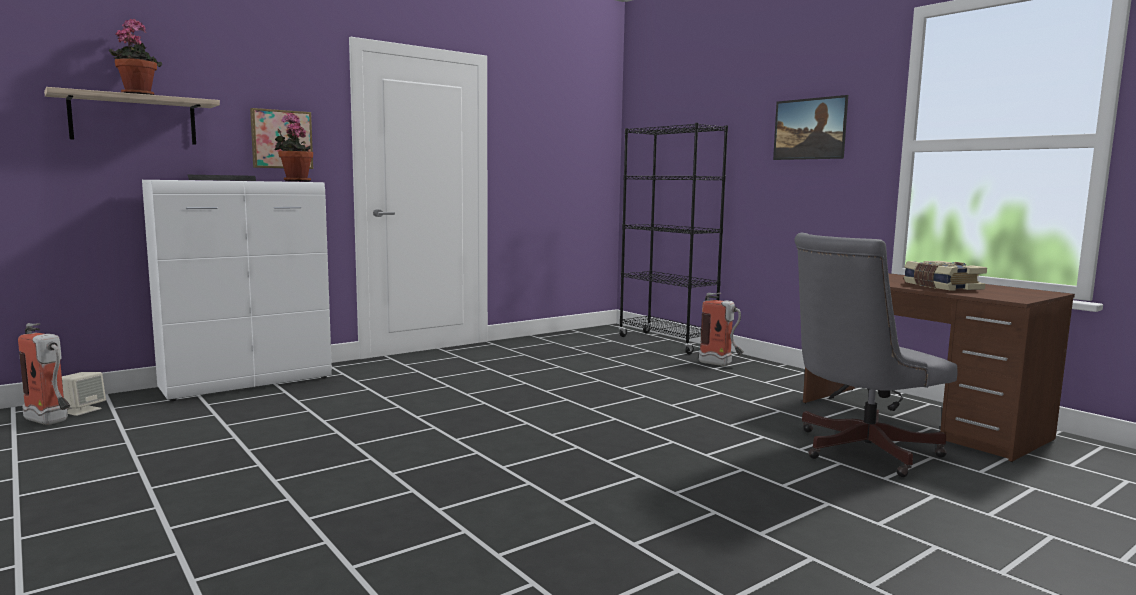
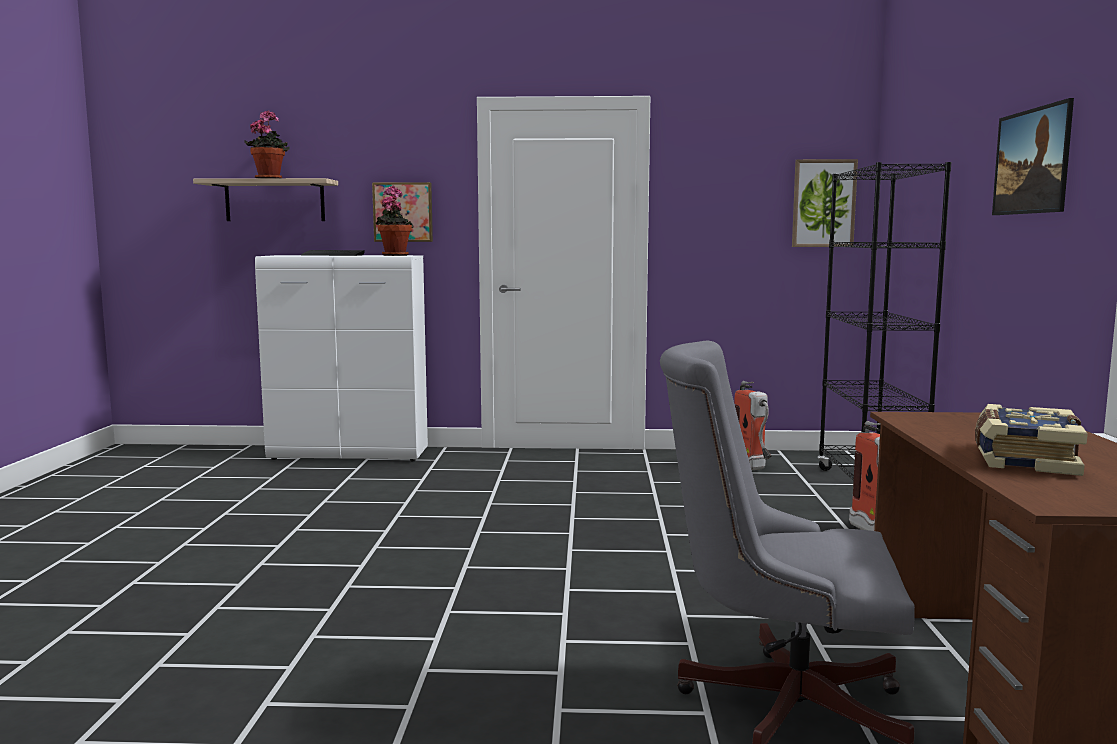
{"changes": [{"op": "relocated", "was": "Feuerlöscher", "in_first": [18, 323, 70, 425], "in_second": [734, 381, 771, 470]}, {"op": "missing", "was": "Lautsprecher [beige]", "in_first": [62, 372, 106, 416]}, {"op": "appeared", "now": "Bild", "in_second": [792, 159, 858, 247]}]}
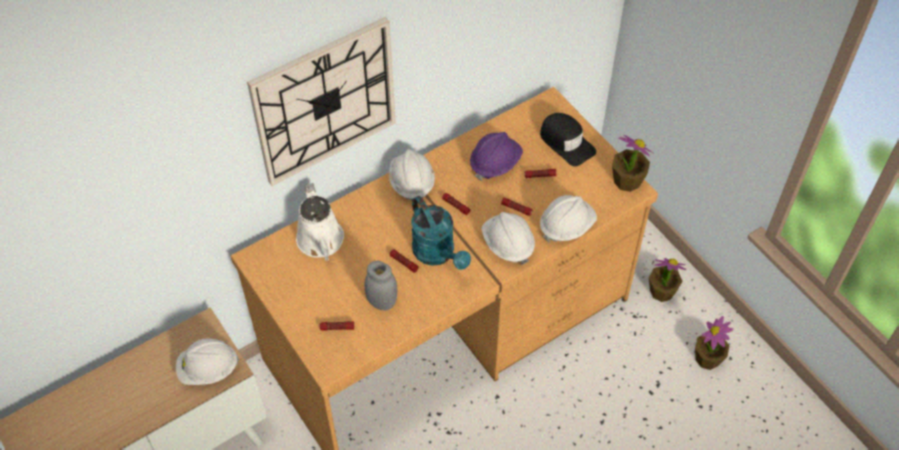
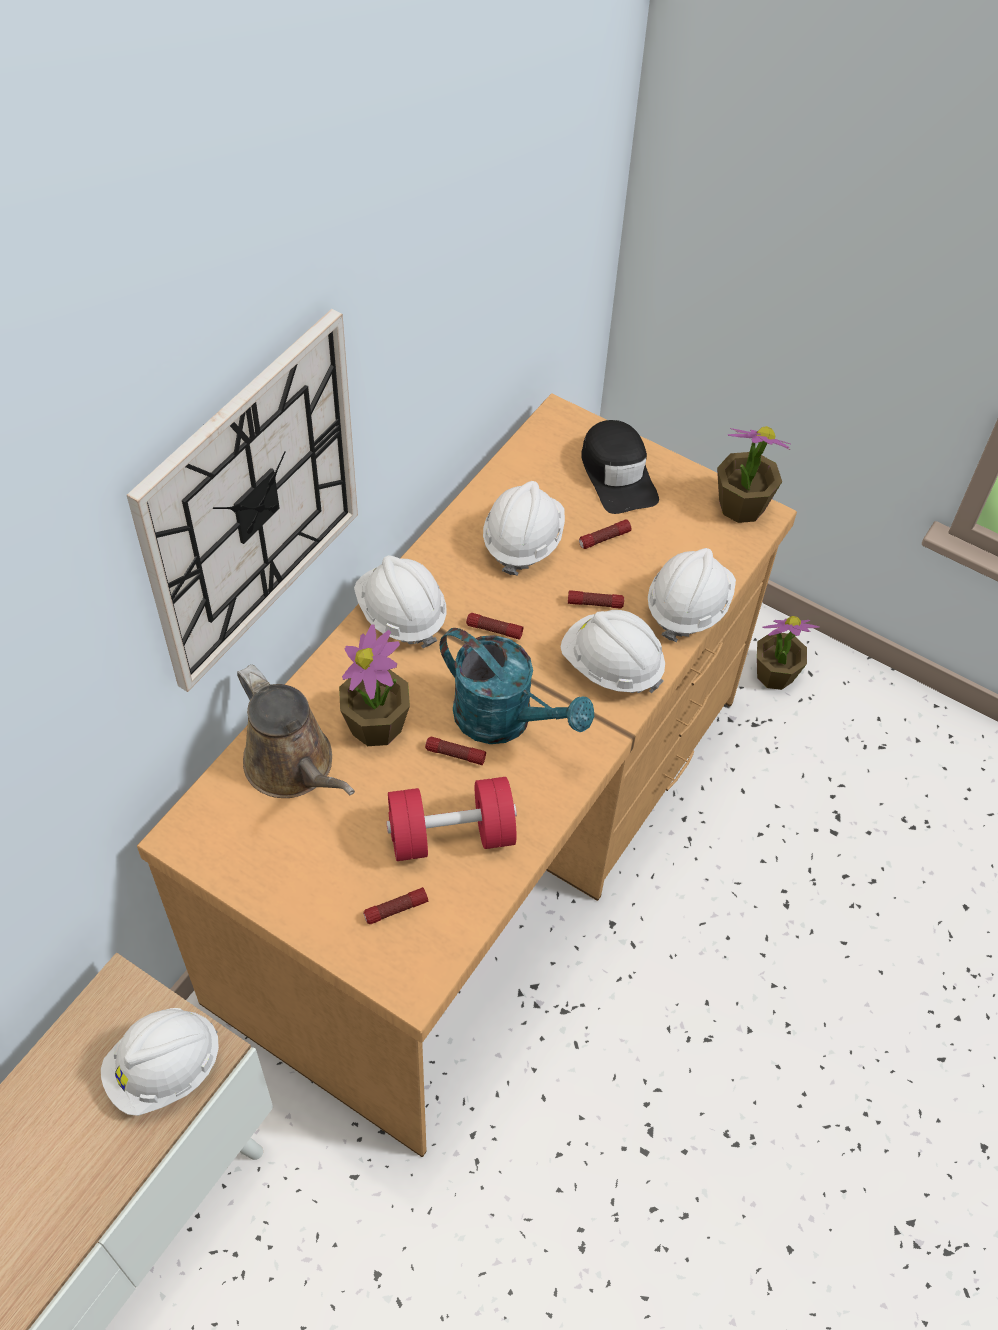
{"changes": [{"op": "spun", "was": "Kappe [schwarz]", "in_first": [540, 113, 596, 167], "in_second": [581, 420, 659, 514], "clockwise": 45}, {"op": "colour", "was": "Schutzhelm [lila]", "now": "Schutzhelm [weiß]", "in_first": [470, 132, 523, 181], "in_second": [483, 481, 565, 576]}, {"op": "colour", "was": "Gießkanne [weiß]", "now": "Gießkanne [braun]", "in_first": [296, 183, 344, 261], "in_second": [237, 664, 355, 798]}, {"op": "exchanged", "was": "Vorratsglas [grau]", "now": "Hantel [rot]", "in_first": [365, 261, 398, 310], "in_second": [386, 777, 517, 861]}, {"op": "relocated", "was": "Topfpflanze", "in_first": [695, 316, 733, 370], "in_second": [339, 624, 410, 746]}]}
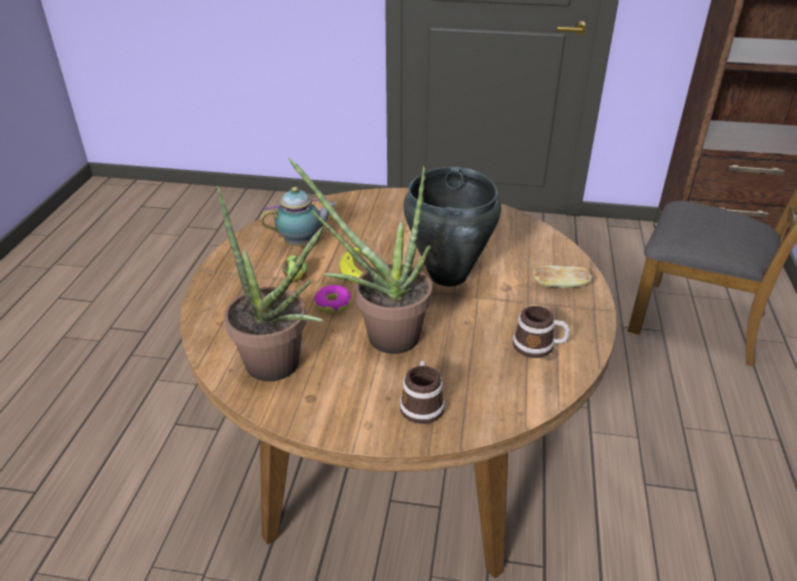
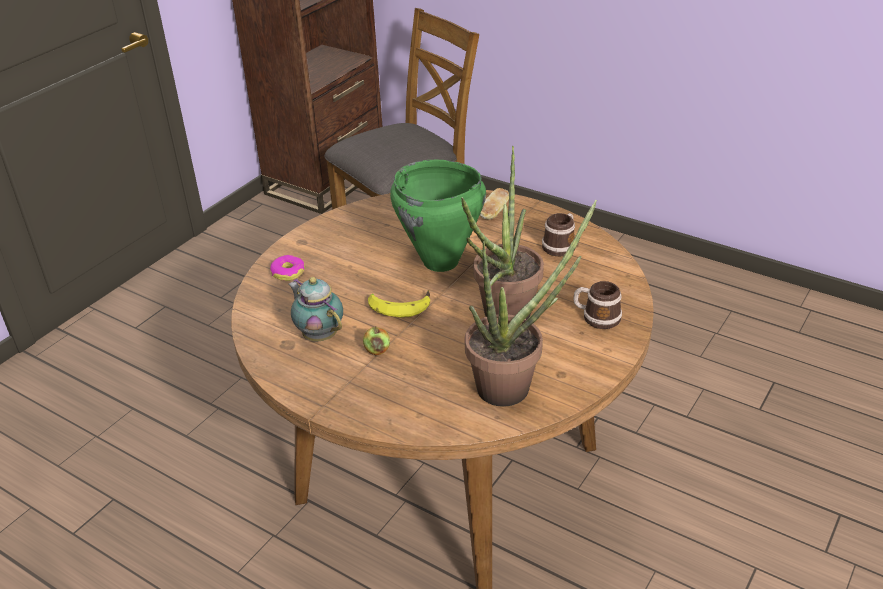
{"changes": [{"op": "colour", "was": "Kochtopf [schwarz]", "now": "Kochtopf [grün]", "in_first": [403, 167, 501, 287], "in_second": [390, 160, 486, 272]}, {"op": "spun", "was": "Teekanne", "in_first": [260, 187, 336, 246], "in_second": [288, 277, 343, 341], "clockwise": -45}, {"op": "relocated", "was": "Donut", "in_first": [314, 285, 351, 313], "in_second": [270, 255, 305, 281]}]}
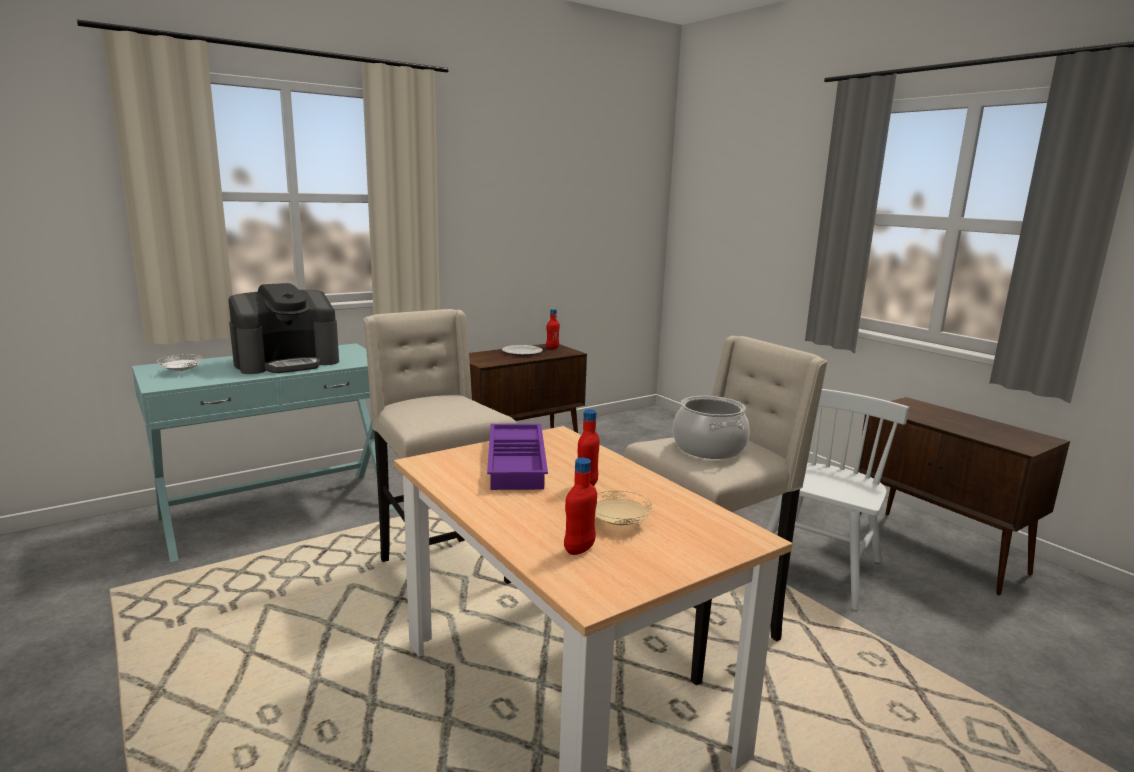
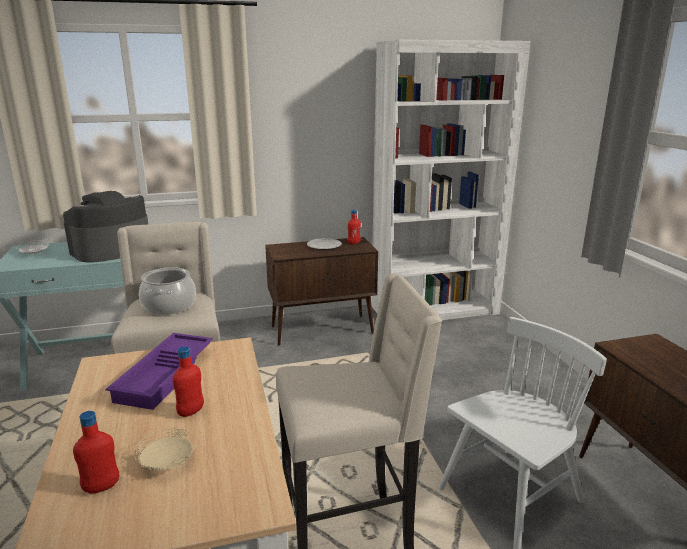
{"changes": [{"op": "spun", "was": "Kaffeemaschine", "in_first": [229, 283, 339, 374], "in_second": [63, 191, 148, 262], "clockwise": 150}, {"op": "relocated", "was": "Kochtopf", "in_first": [673, 396, 749, 459], "in_second": [139, 267, 196, 315]}, {"op": "appeared", "now": "Bücherregal [weiß]", "in_second": [371, 39, 531, 320]}]}
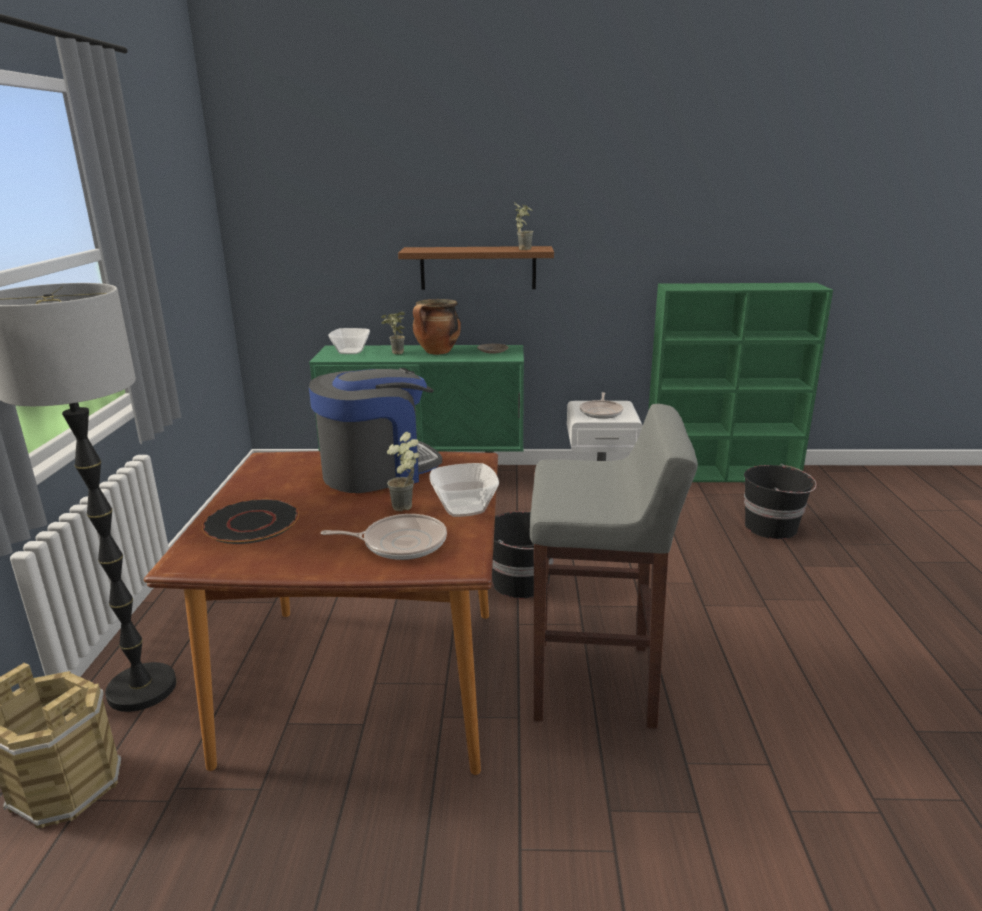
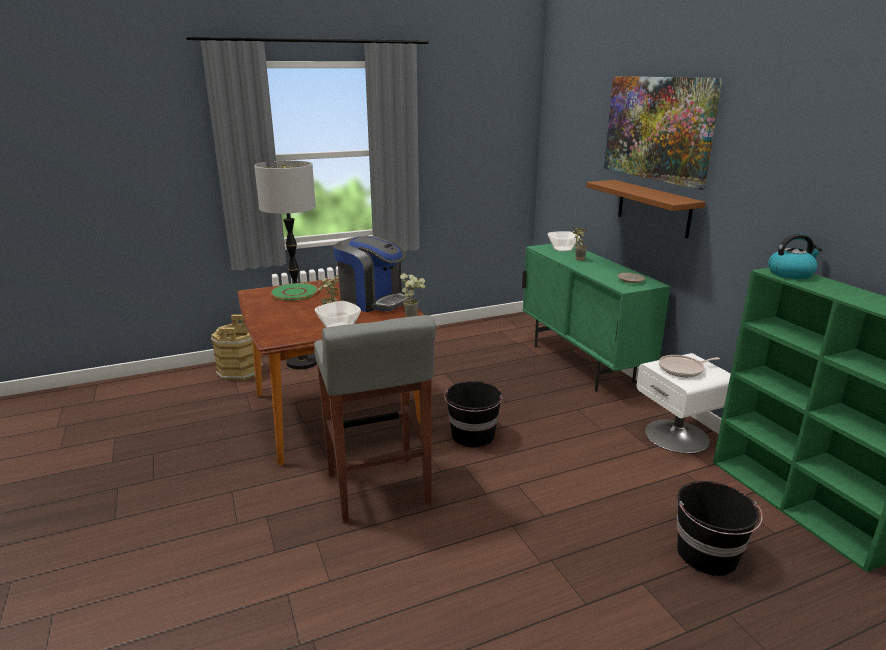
{"changes": [{"op": "relocated", "was": "Topfpflanze", "in_first": [514, 202, 533, 250], "in_second": [400, 273, 425, 317]}, {"op": "missing", "was": "Kochtopf", "in_first": [413, 299, 461, 355]}, {"op": "colour", "was": "Teller [schwarz]", "now": "Teller [grün]", "in_first": [202, 499, 299, 544], "in_second": [270, 283, 318, 300]}, {"op": "missing", "was": "Pfanne", "in_first": [321, 514, 447, 560]}, {"op": "appeared", "now": "Bild", "in_second": [604, 76, 723, 190]}, {"op": "appeared", "now": "Wasserkessel", "in_second": [768, 234, 822, 279]}]}
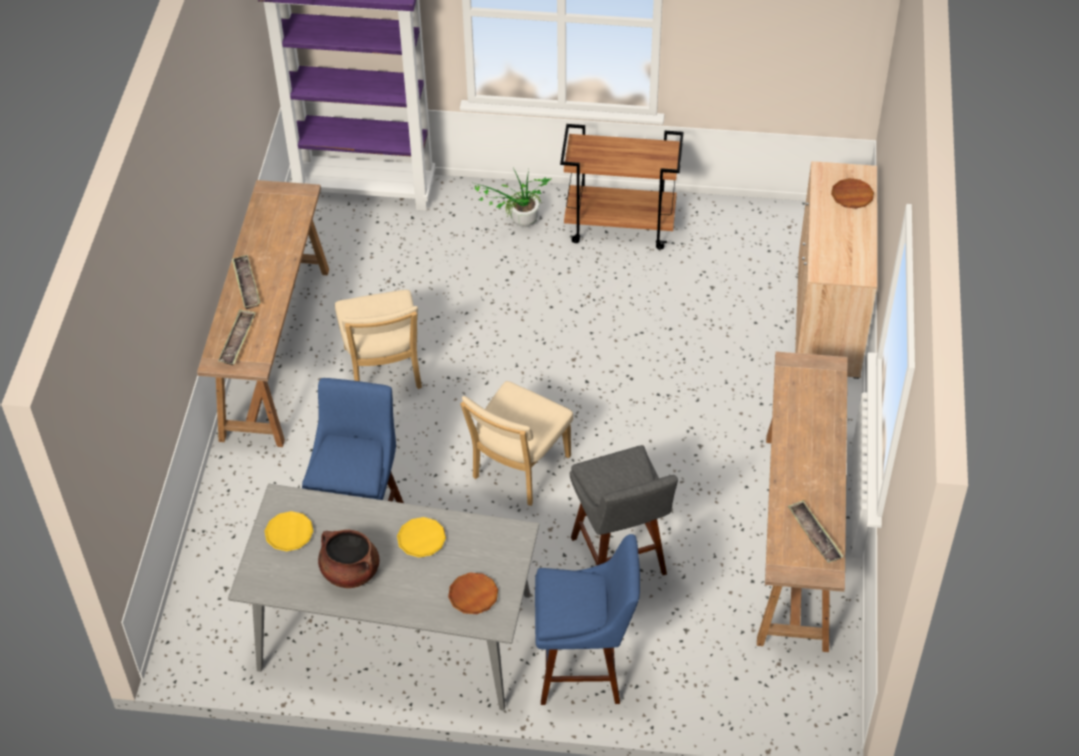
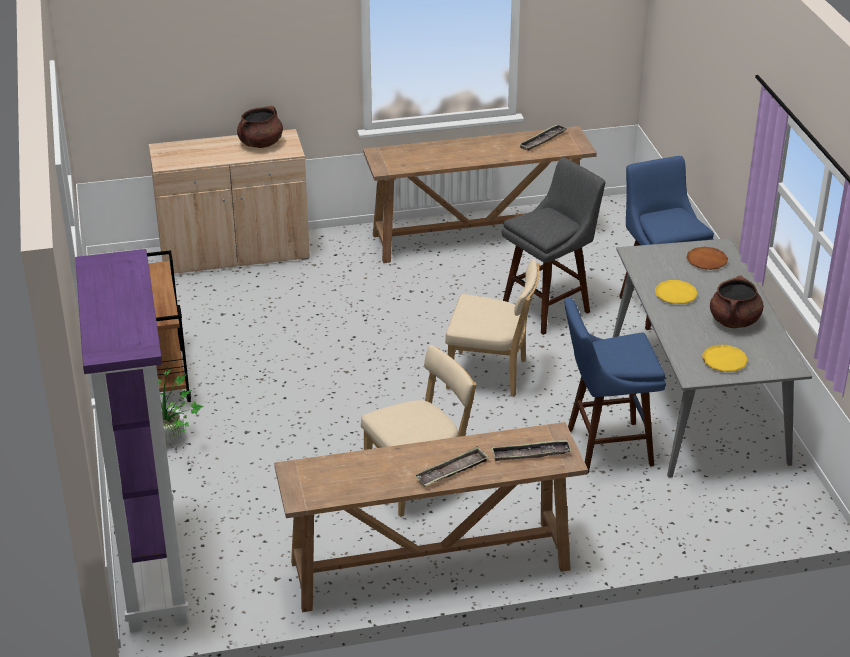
{"changes": [{"op": "missing", "was": "Teller [braun]", "in_first": [831, 178, 874, 209]}, {"op": "appeared", "now": "Kochtopf [braun]", "in_second": [237, 106, 283, 148]}]}
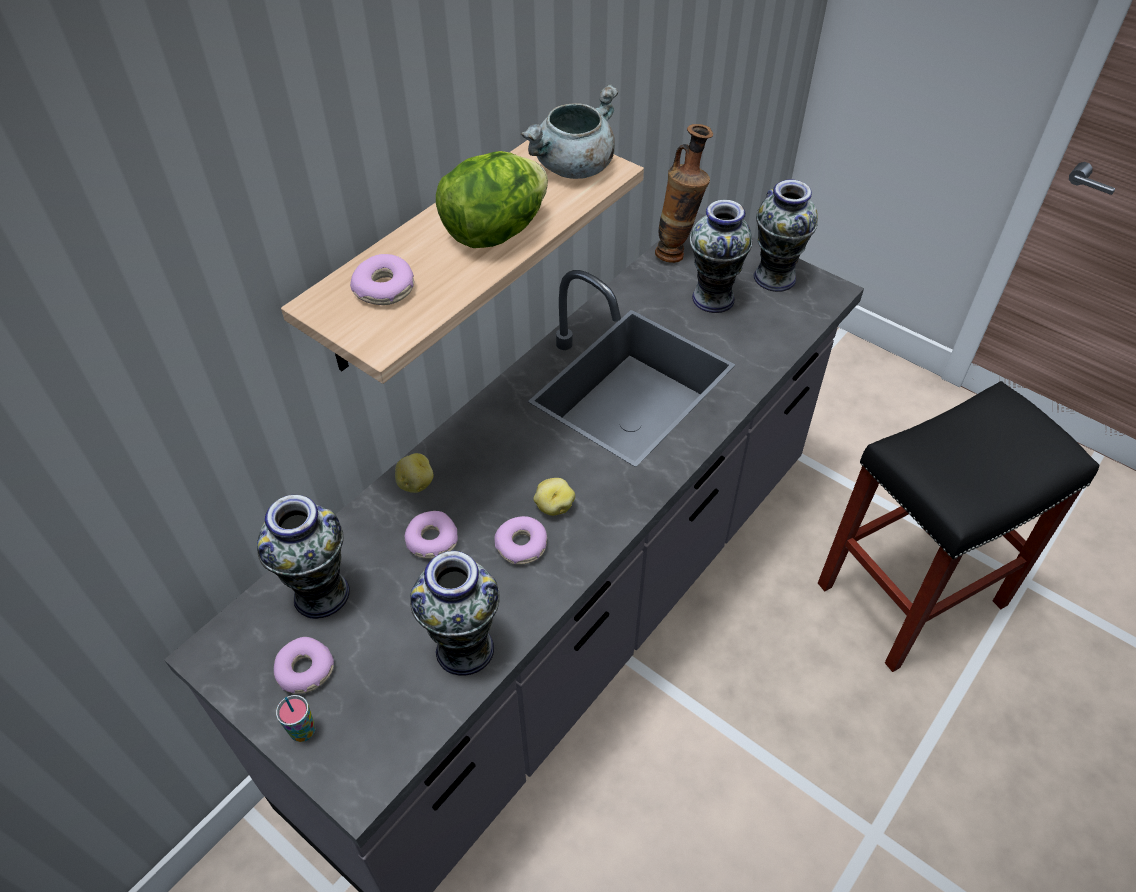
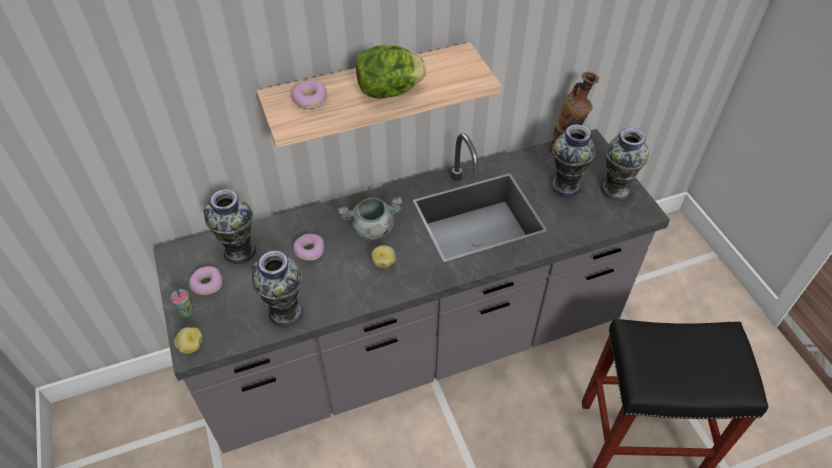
{"changes": [{"op": "relocated", "was": "Kochtopf [grau]", "in_first": [521, 84, 618, 179], "in_second": [337, 196, 403, 240]}, {"op": "relocated", "was": "Kartoffel", "in_first": [395, 453, 433, 493], "in_second": [174, 327, 202, 354]}, {"op": "missing", "was": "Donut", "in_first": [494, 516, 547, 565]}]}
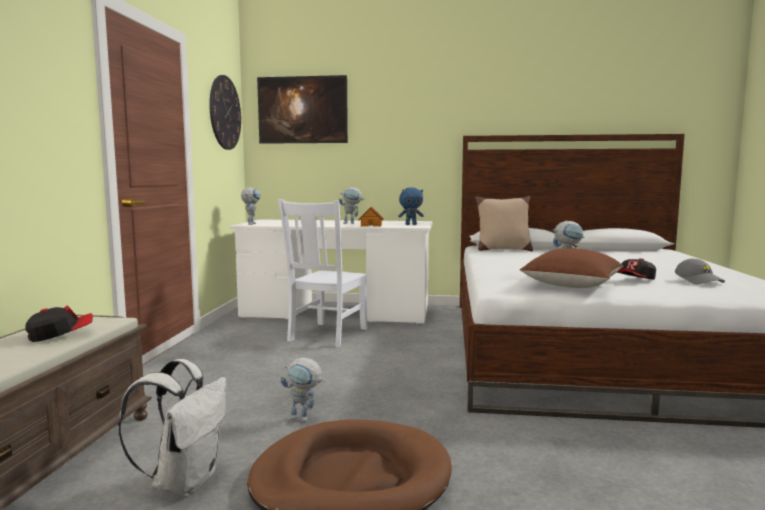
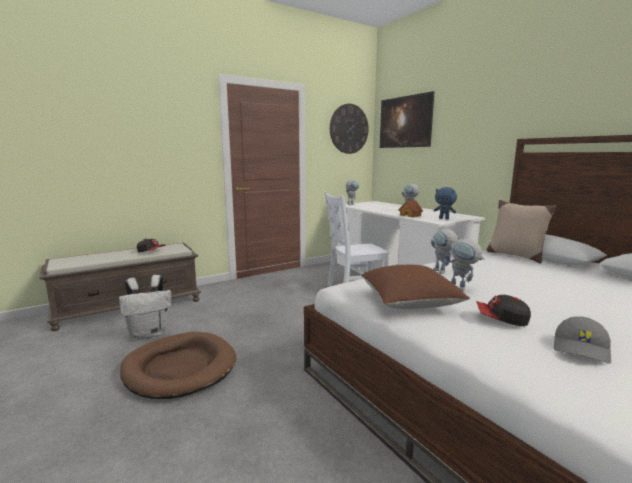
{"changes": [{"op": "relocated", "was": "Spielzeugroboter", "in_first": [280, 357, 324, 423], "in_second": [431, 229, 459, 274]}]}
